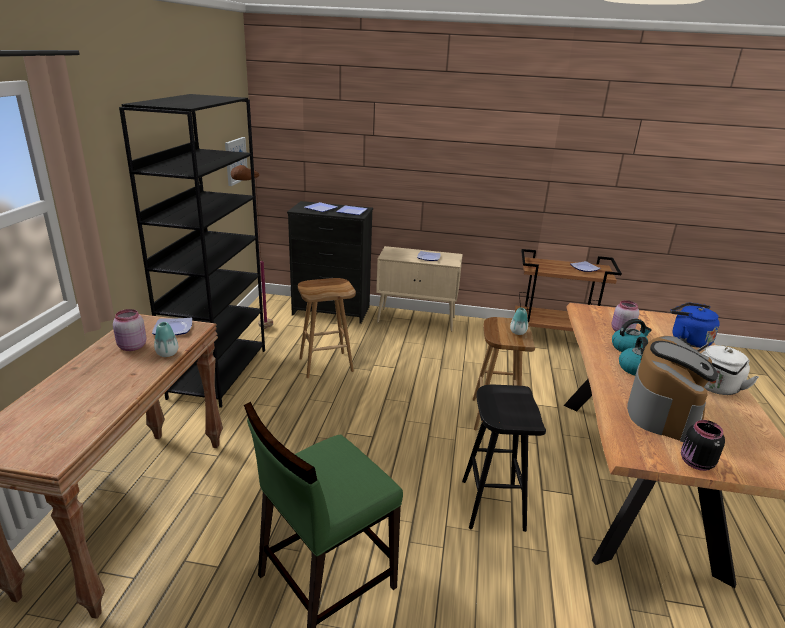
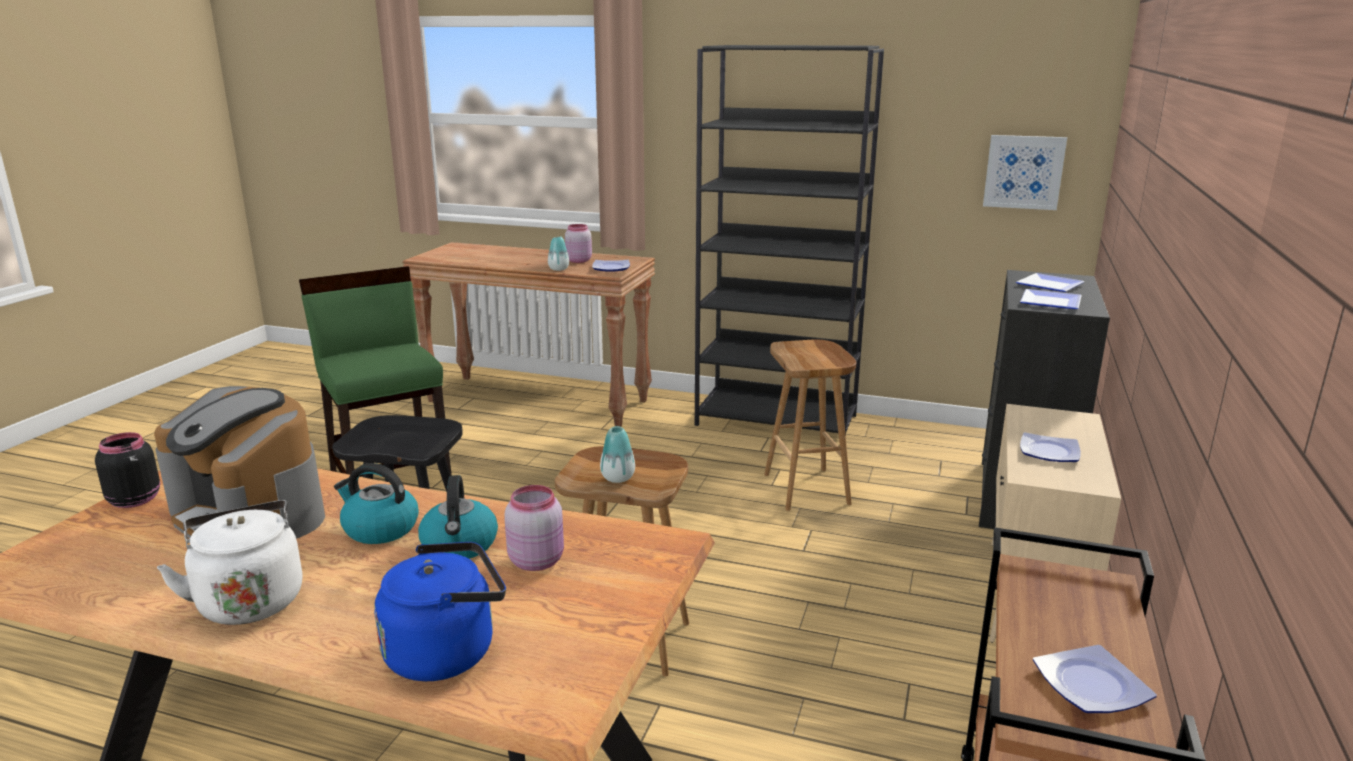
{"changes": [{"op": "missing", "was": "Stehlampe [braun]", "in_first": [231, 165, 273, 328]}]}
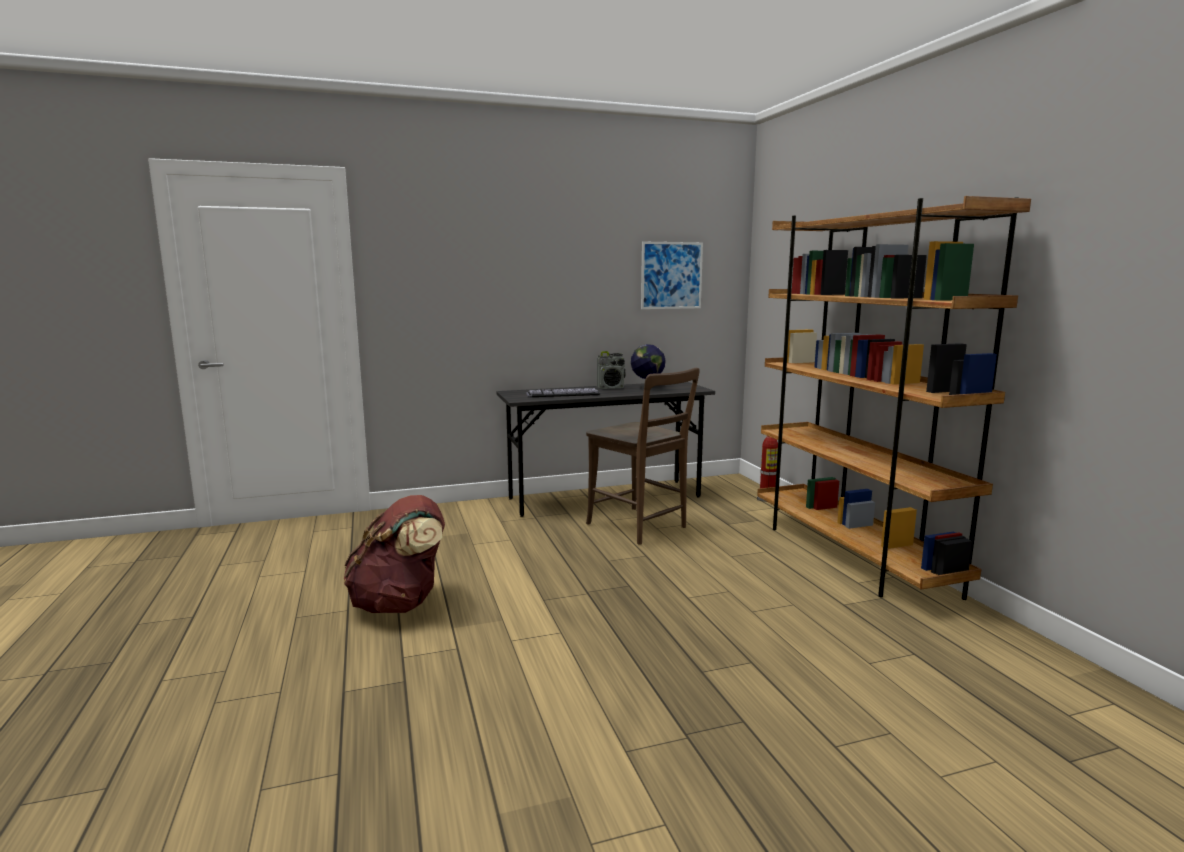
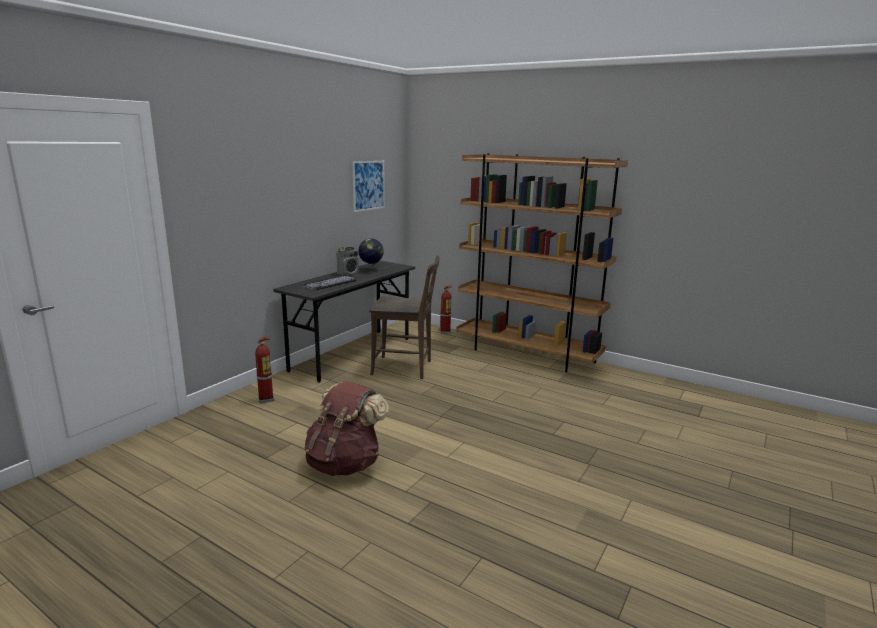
{"changes": [{"op": "appeared", "now": "Feuerlöscher", "in_second": [255, 336, 274, 403]}]}
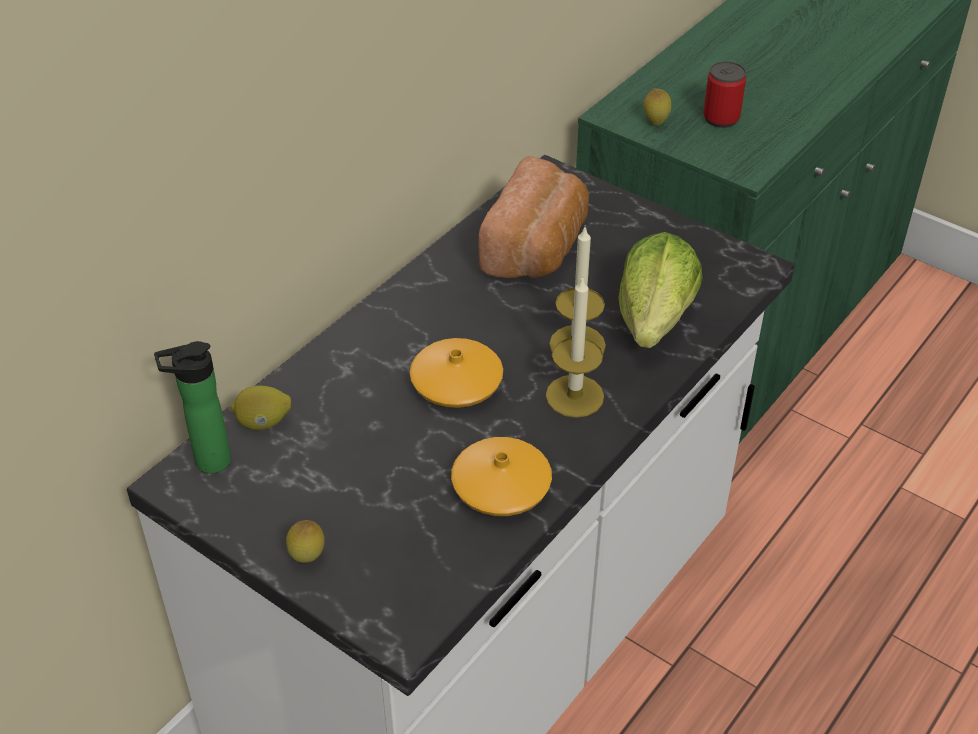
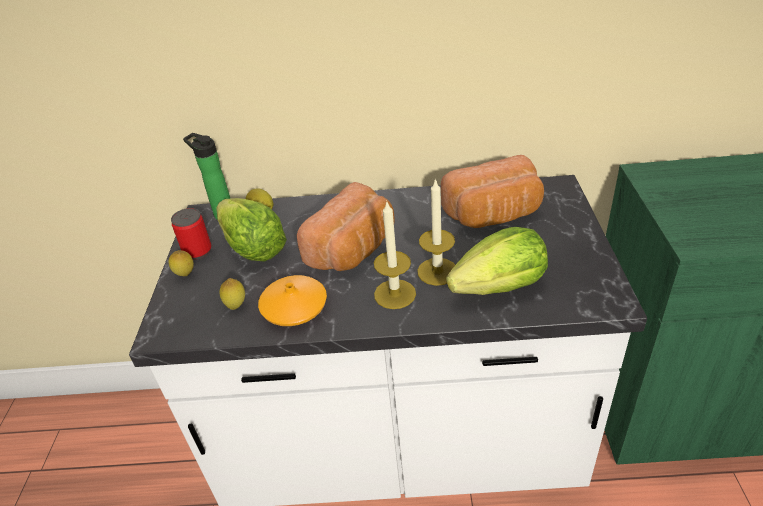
{"changes": [{"op": "relocated", "was": "Dose", "in_first": [703, 61, 746, 128], "in_second": [171, 208, 212, 260]}, {"op": "relocated", "was": "Zitrone", "in_first": [644, 88, 671, 126], "in_second": [220, 278, 245, 310]}, {"op": "exchanged", "was": "Vase [orange]", "now": "Brot", "in_first": [410, 338, 503, 408], "in_second": [297, 182, 395, 271]}, {"op": "appeared", "now": "Salatkopf", "in_second": [216, 198, 287, 262]}]}
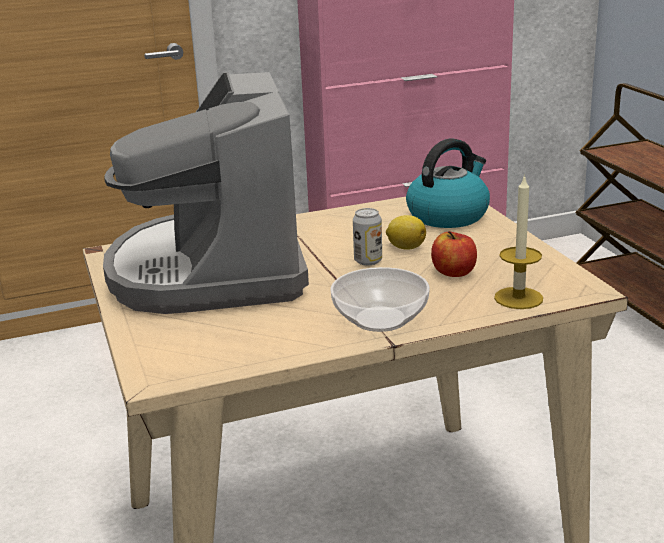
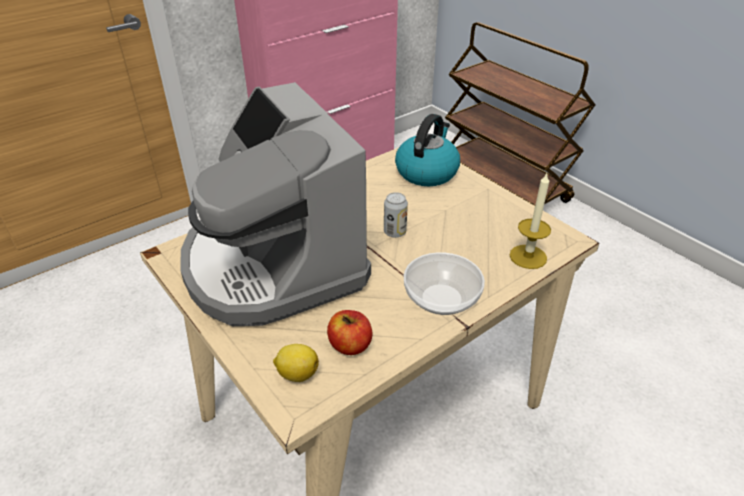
{"changes": [{"op": "relocated", "was": "Zitrone", "in_first": [386, 215, 426, 250], "in_second": [273, 344, 319, 382]}, {"op": "relocated", "was": "Apfel", "in_first": [431, 231, 477, 277], "in_second": [327, 310, 372, 355]}]}
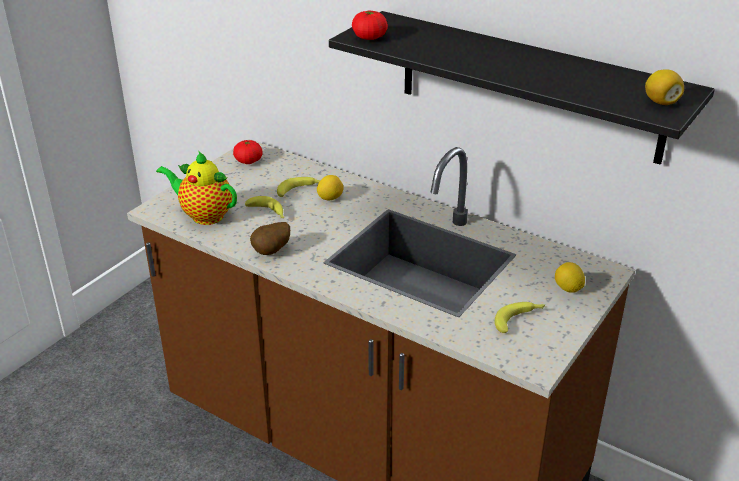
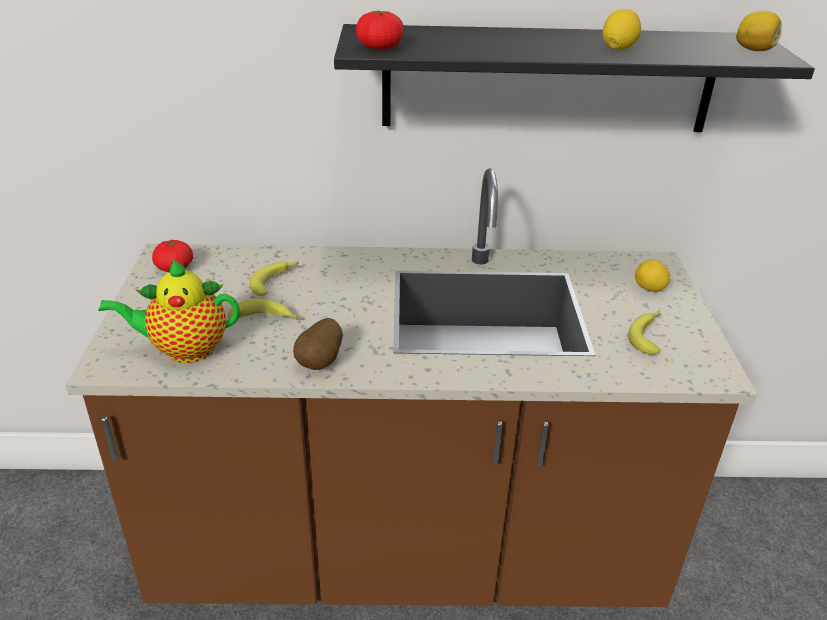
{"changes": [{"op": "relocated", "was": "Zitrone", "in_first": [317, 175, 344, 201], "in_second": [603, 9, 641, 50]}]}
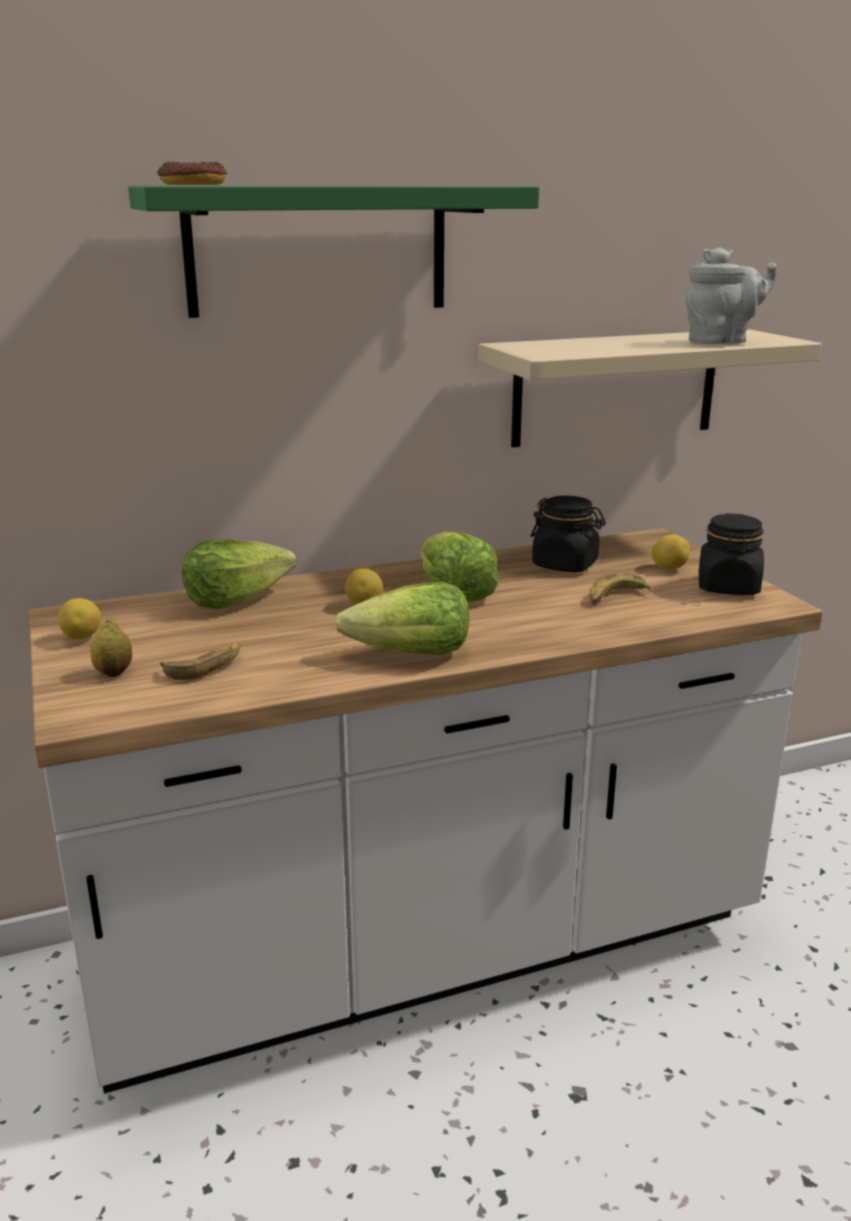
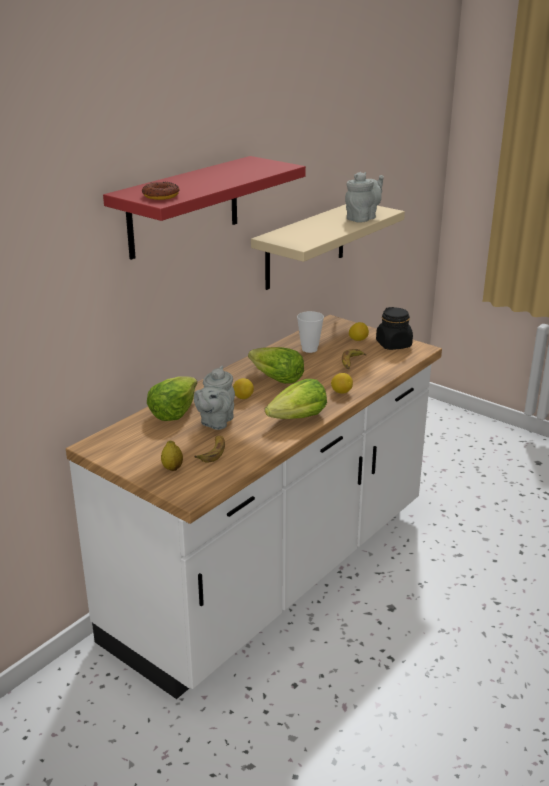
{"changes": [{"op": "colour", "was": "Wandregal [grün]", "now": "Wandregal [rot]", "in_first": [128, 186, 539, 318], "in_second": [103, 156, 306, 260]}, {"op": "exchanged", "was": "Vorratsglas [schwarz]", "now": "Tasse", "in_first": [531, 496, 606, 572], "in_second": [297, 311, 324, 353]}, {"op": "relocated", "was": "Zitrone", "in_first": [58, 598, 101, 639], "in_second": [331, 373, 353, 394]}, {"op": "appeared", "now": "Teekanne [grau]", "in_second": [194, 366, 235, 430]}]}
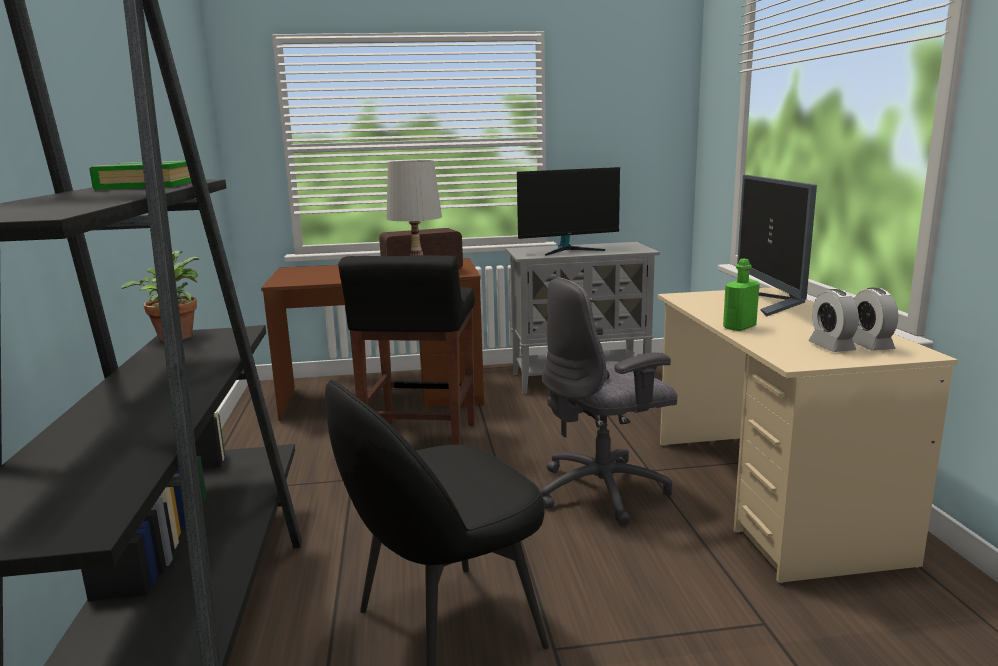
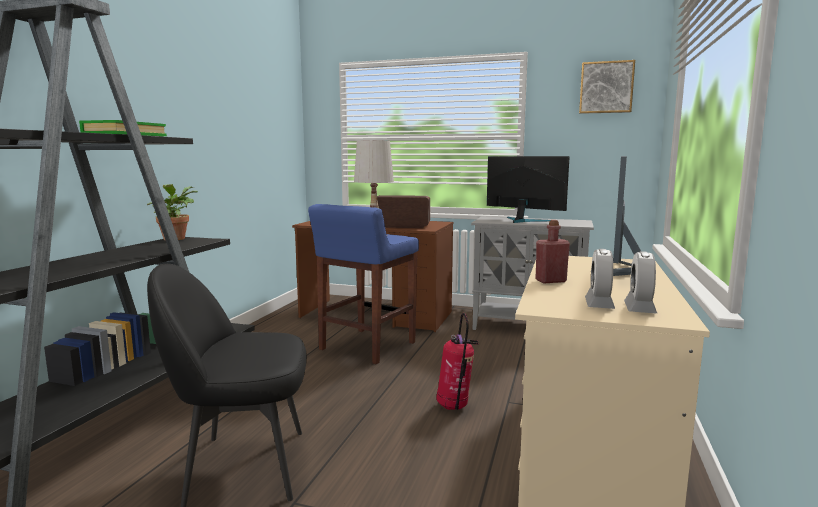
{"changes": [{"op": "spun", "was": "Monitor", "in_first": [517, 167, 620, 256], "in_second": [487, 156, 570, 223], "clockwise": -150}, {"op": "colour", "was": "Hocker [schwarz]", "now": "Hocker [blau]", "in_first": [338, 255, 475, 445], "in_second": [308, 204, 419, 364]}, {"op": "colour", "was": "Flasche [grün]", "now": "Flasche [rot]", "in_first": [723, 259, 760, 331], "in_second": [535, 220, 570, 283]}, {"op": "exchanged", "was": "Bürostuhl [grau]", "now": "Feuerlöscher", "in_first": [541, 278, 678, 526], "in_second": [436, 313, 479, 410]}, {"op": "appeared", "now": "Bild", "in_second": [579, 60, 635, 114]}]}
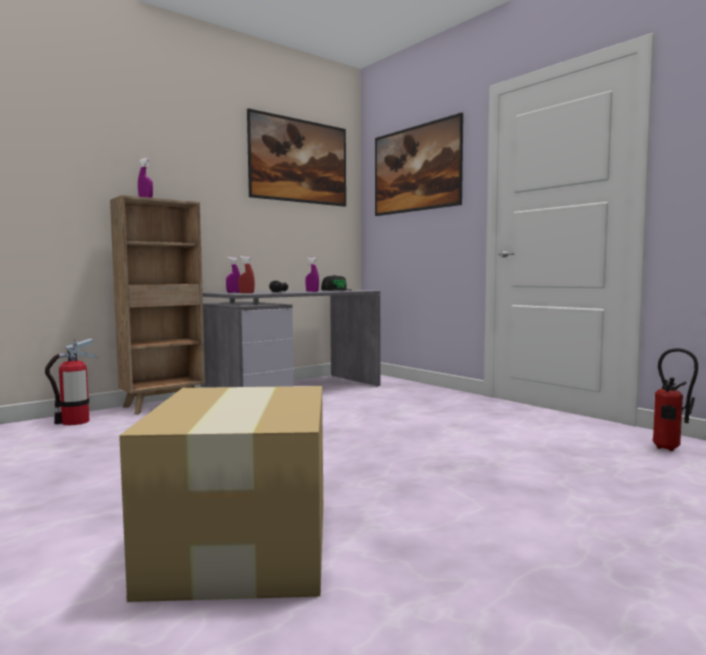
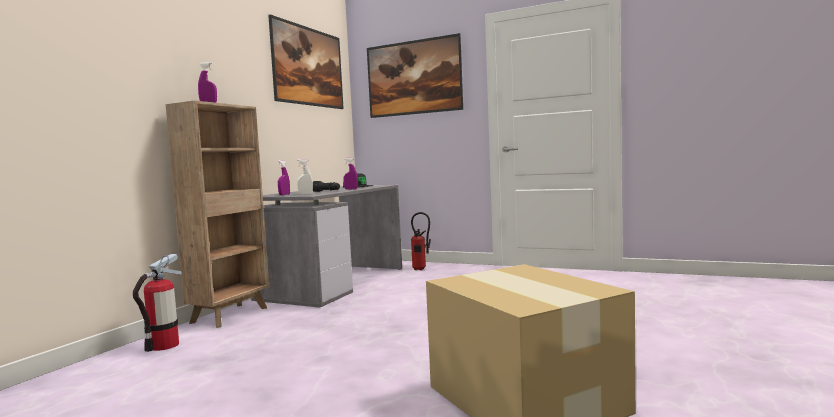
{"changes": [{"op": "colour", "was": "Sprühflasche [rot]", "now": "Sprühflasche [weiß]", "in_first": [238, 256, 255, 293], "in_second": [297, 159, 313, 195]}, {"op": "relocated", "was": "Feuerlöscher", "in_first": [653, 348, 698, 451], "in_second": [411, 212, 431, 270]}]}
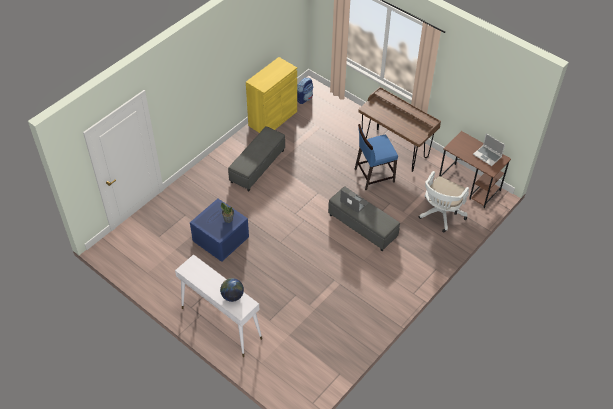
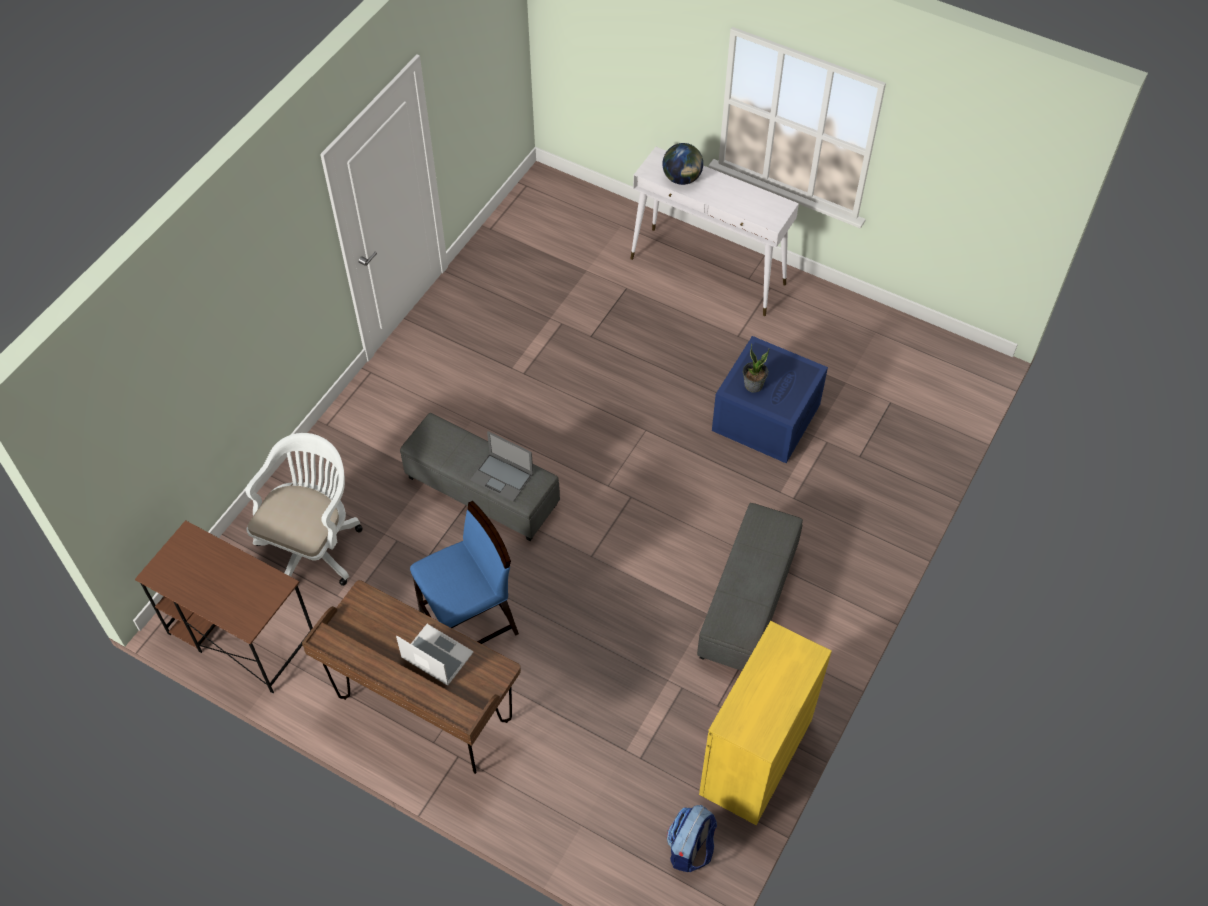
{"changes": [{"op": "relocated", "was": "Laptop", "in_first": [473, 133, 505, 166], "in_second": [396, 624, 474, 686]}]}
